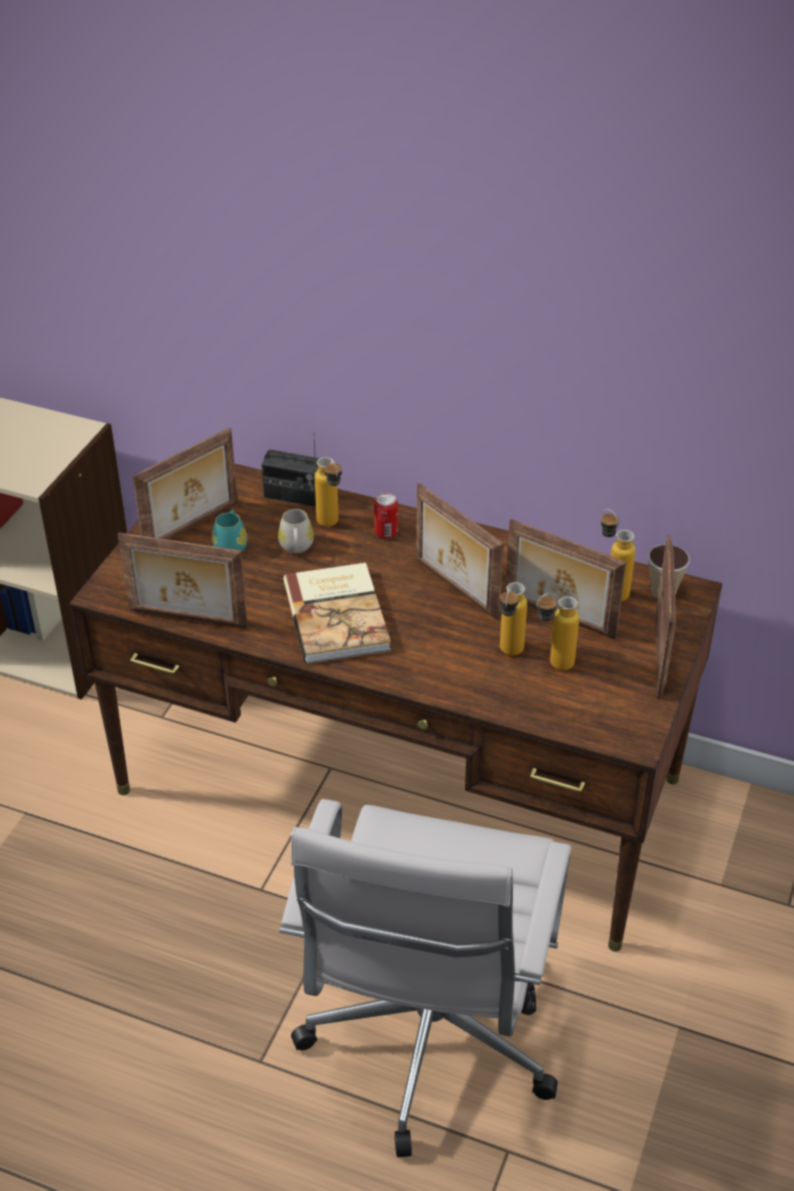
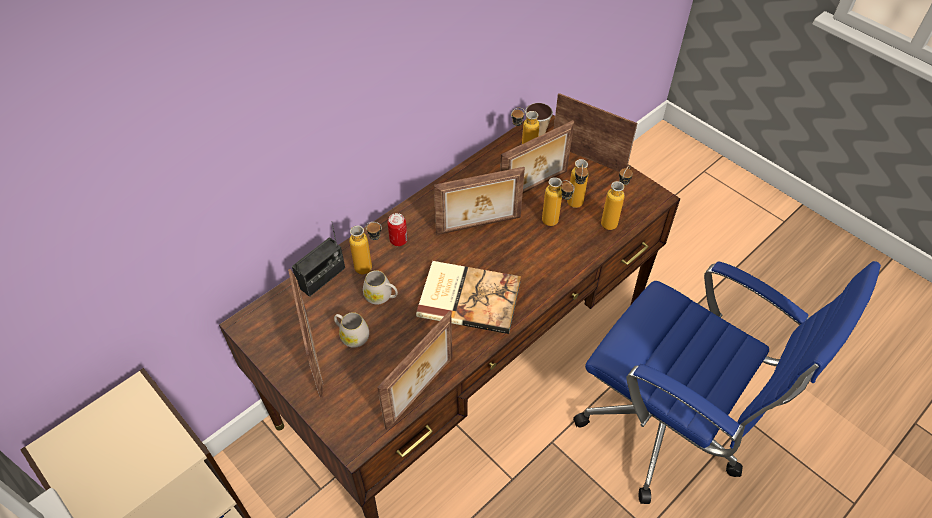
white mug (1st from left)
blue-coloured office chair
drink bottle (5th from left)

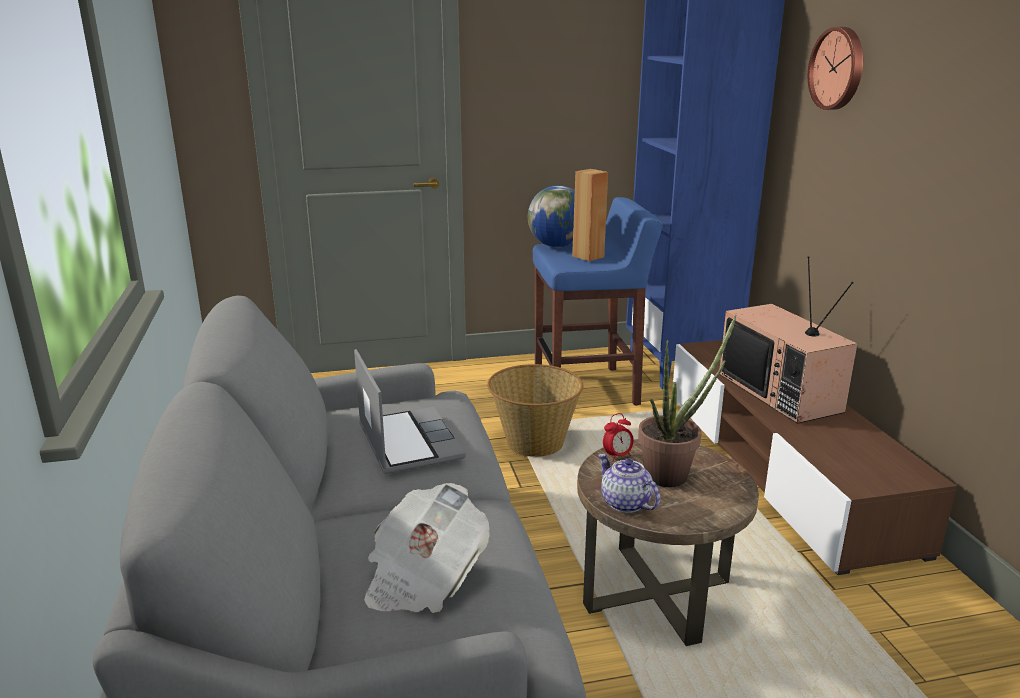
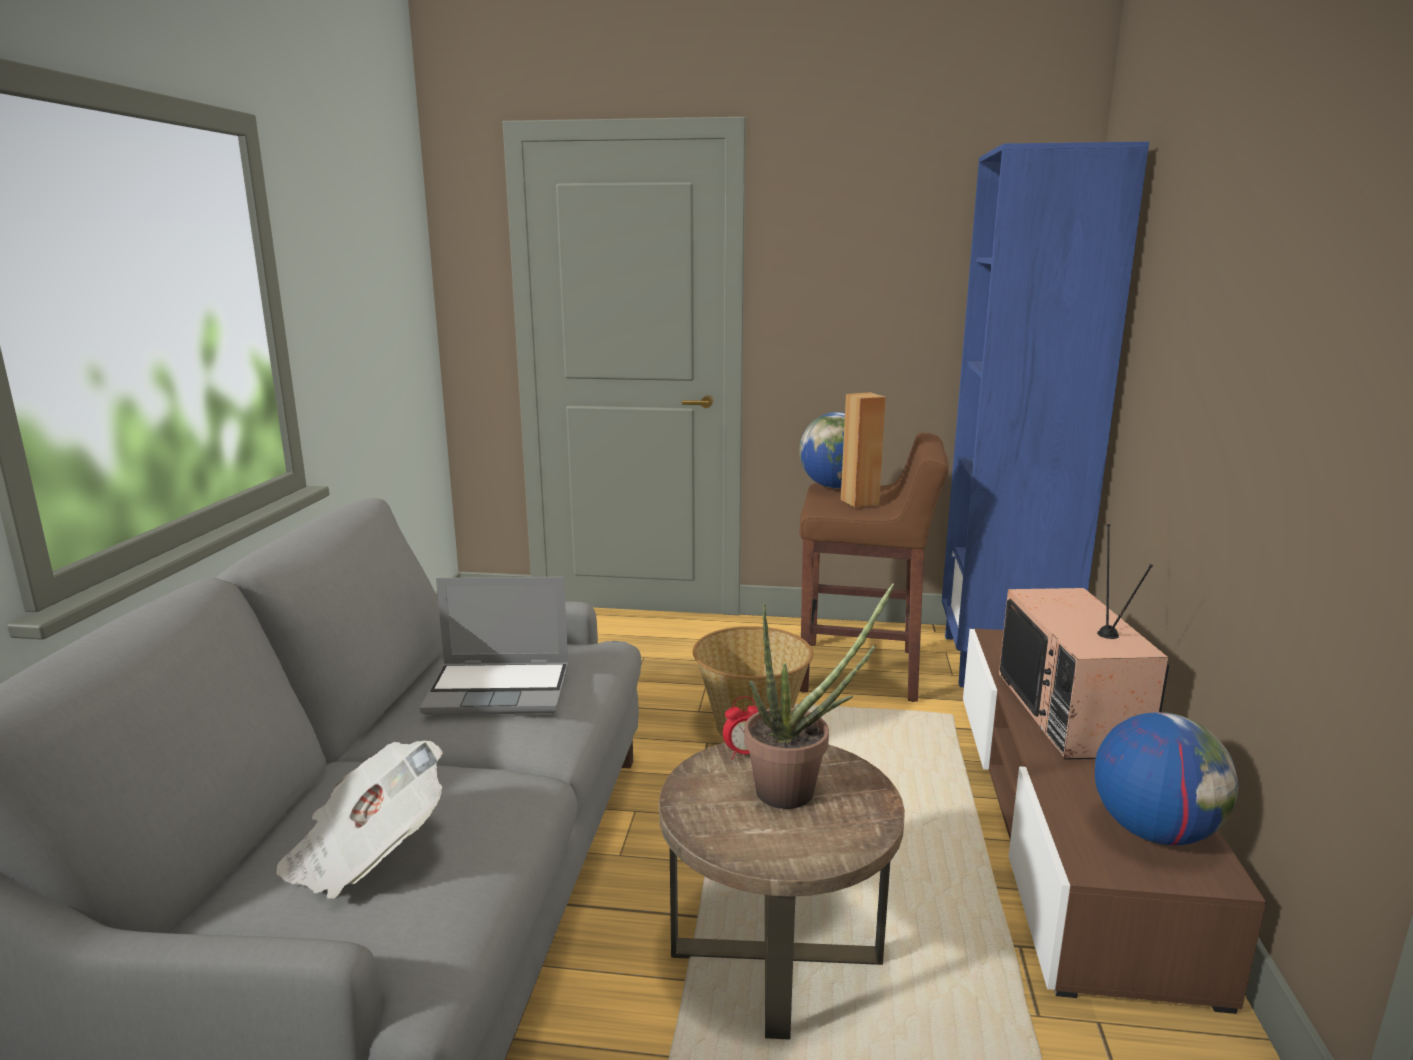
portable computer
brown stool seat
desk globe (2nd from left)
tea pot
wall clock

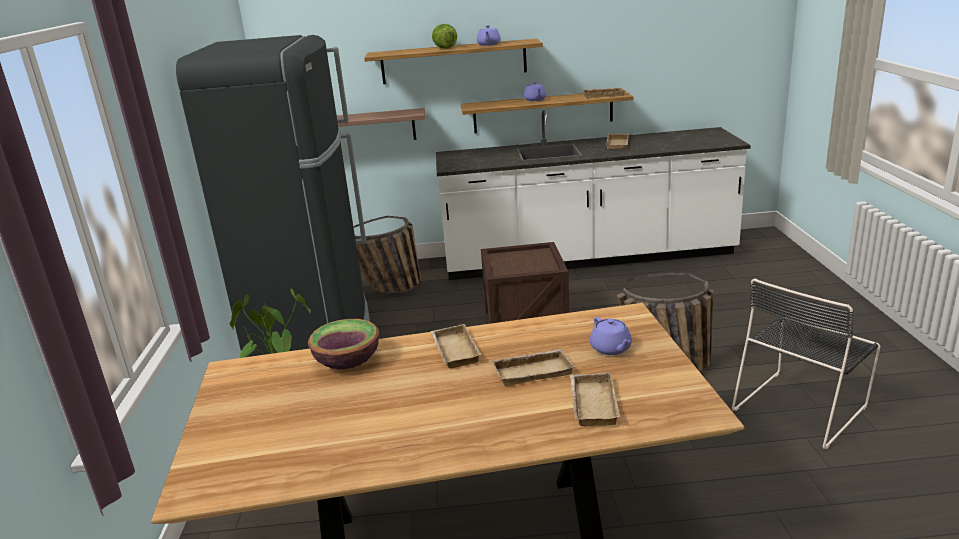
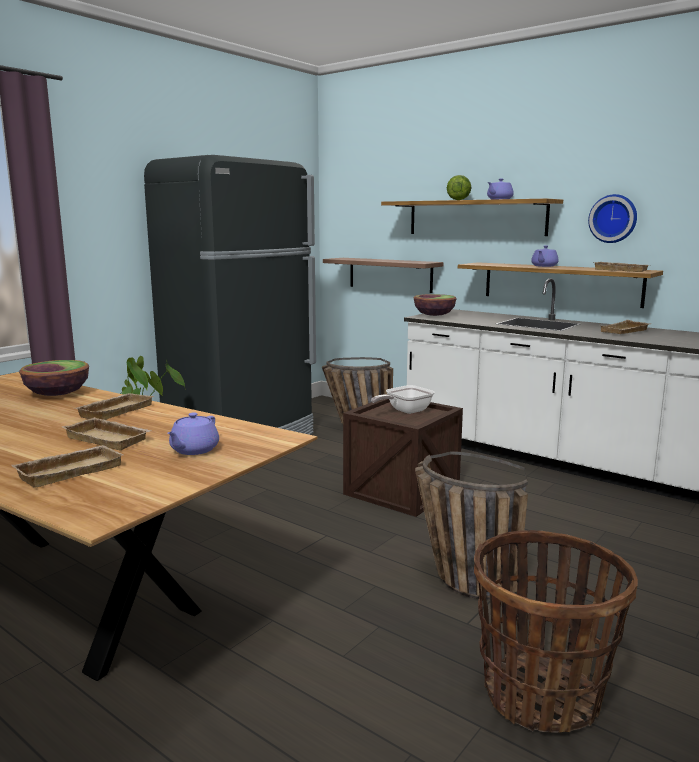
frying pan
deep dish (2nd from left)
household basket (3rd from left)
wall clock

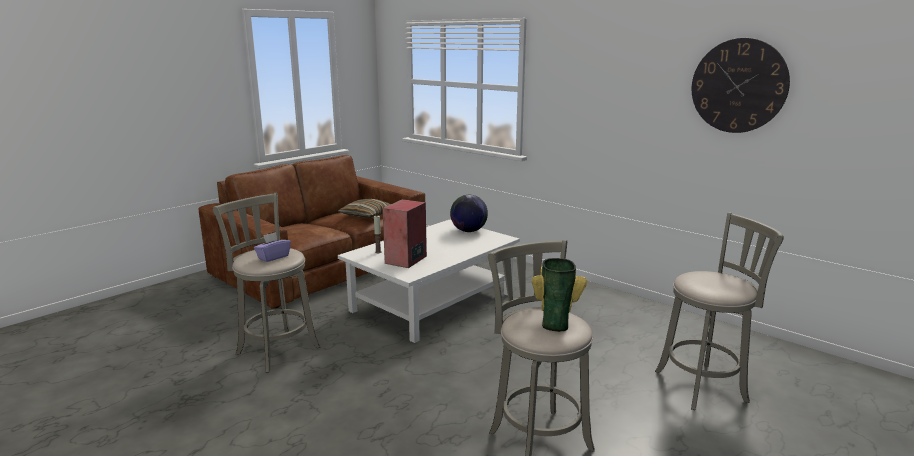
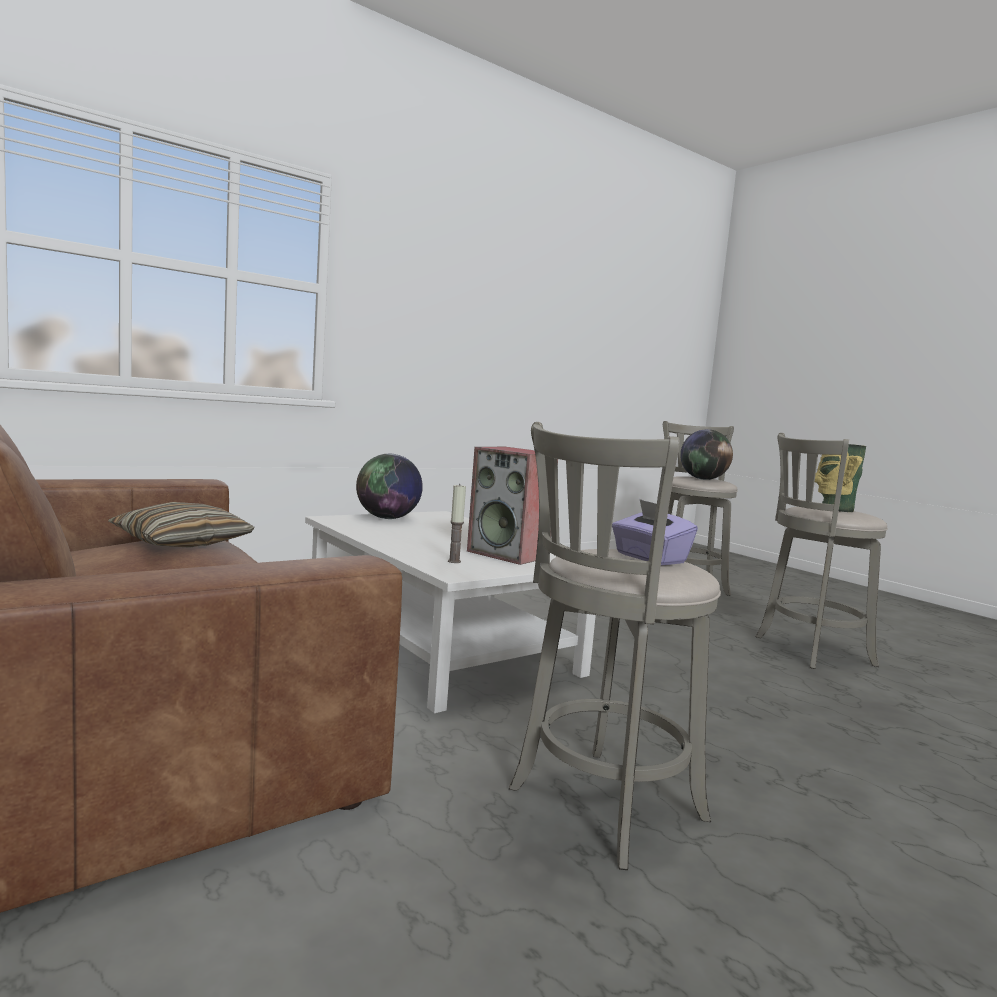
desk globe (2nd from left)
wall clock

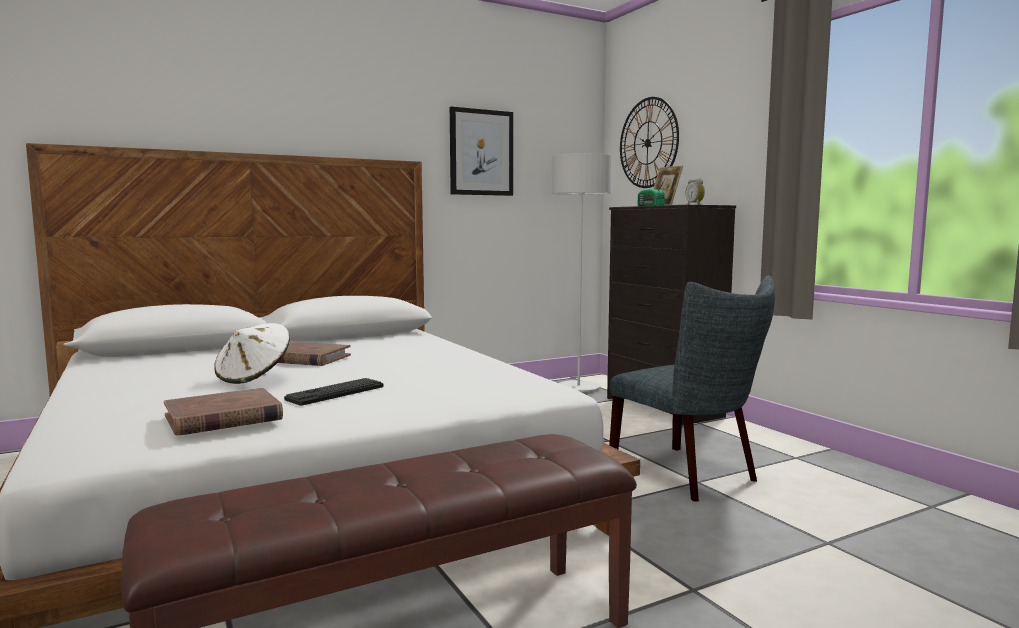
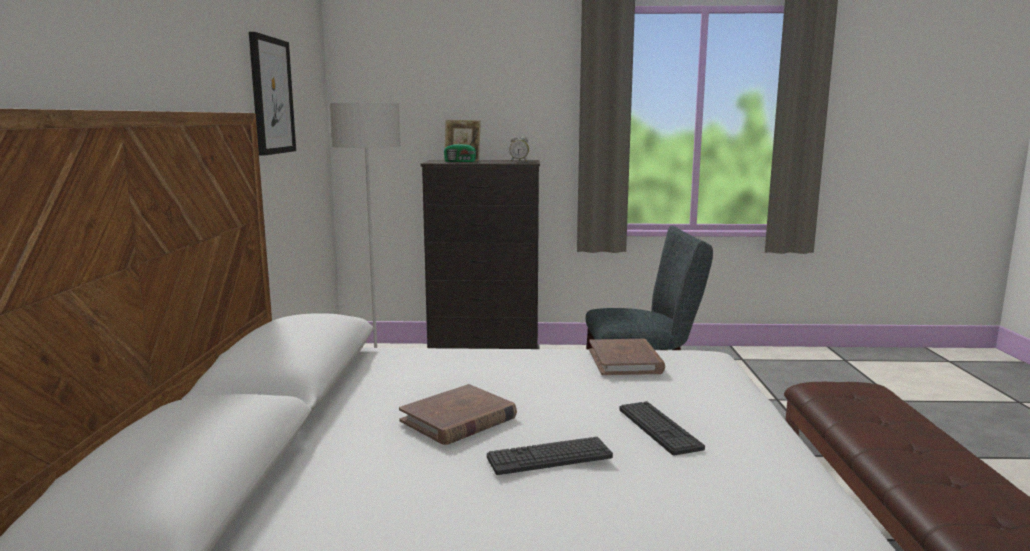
PC keyboard (1st from left)
brown volume (2nd from left)
wall clock

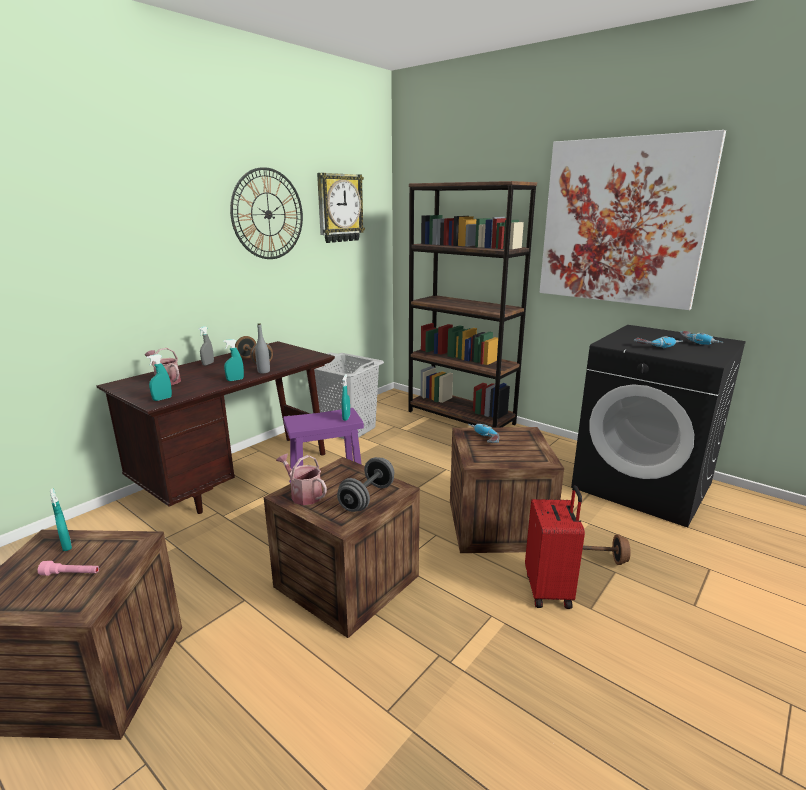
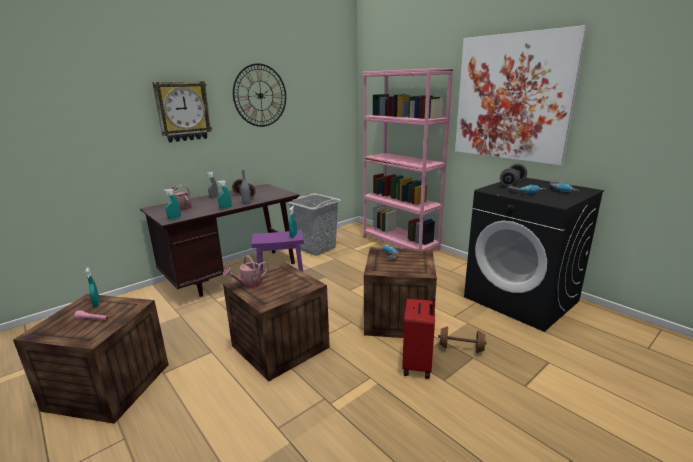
wall clock (1st from left)
watering pot (2nd from left)
pinkish shelving unit
gray dumbbell

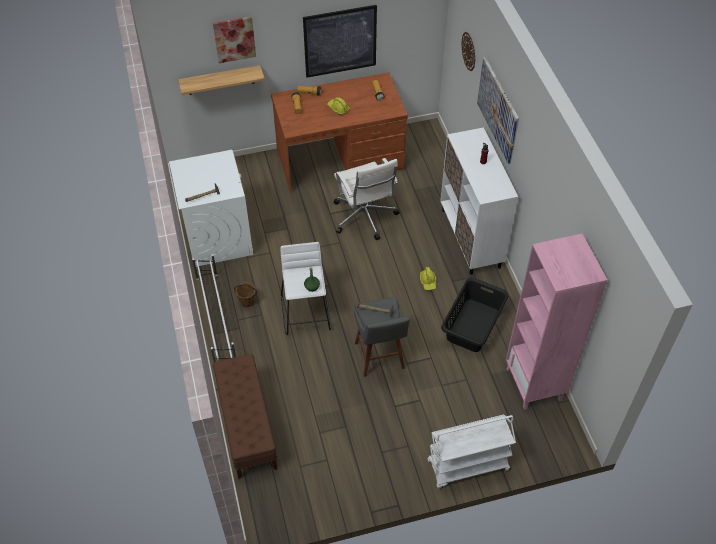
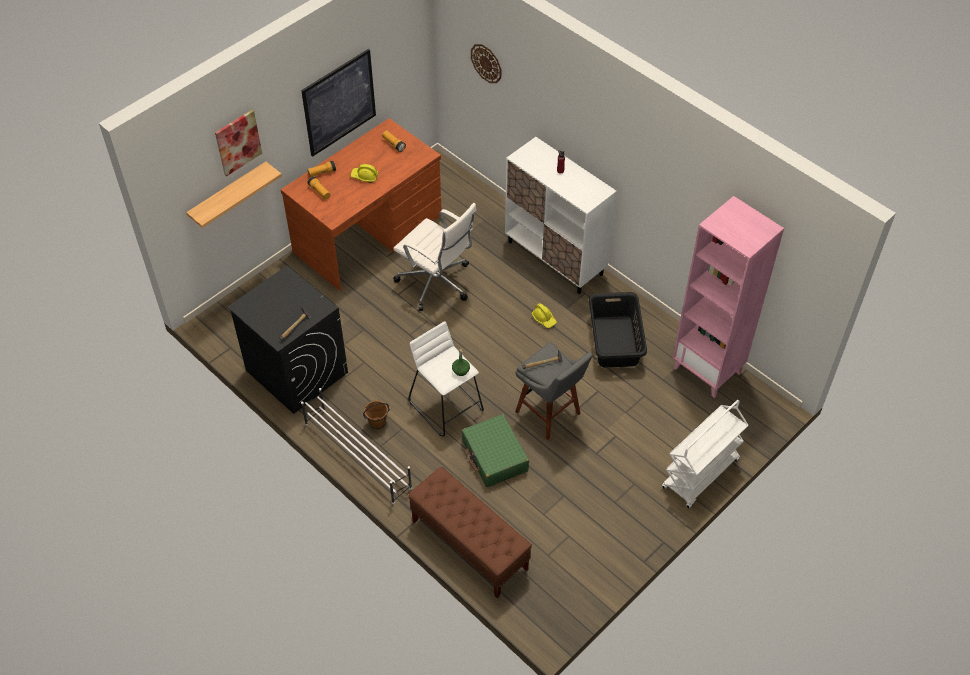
blackish laundry machine
green-coloured piece of luggage
wall art (3rd from left in the first image)

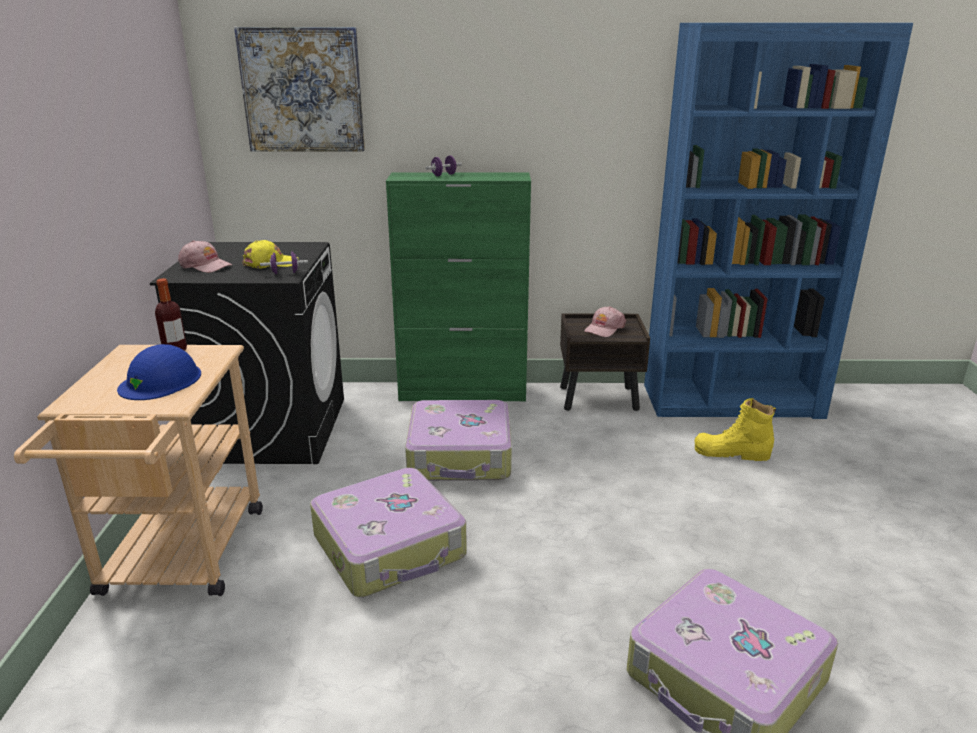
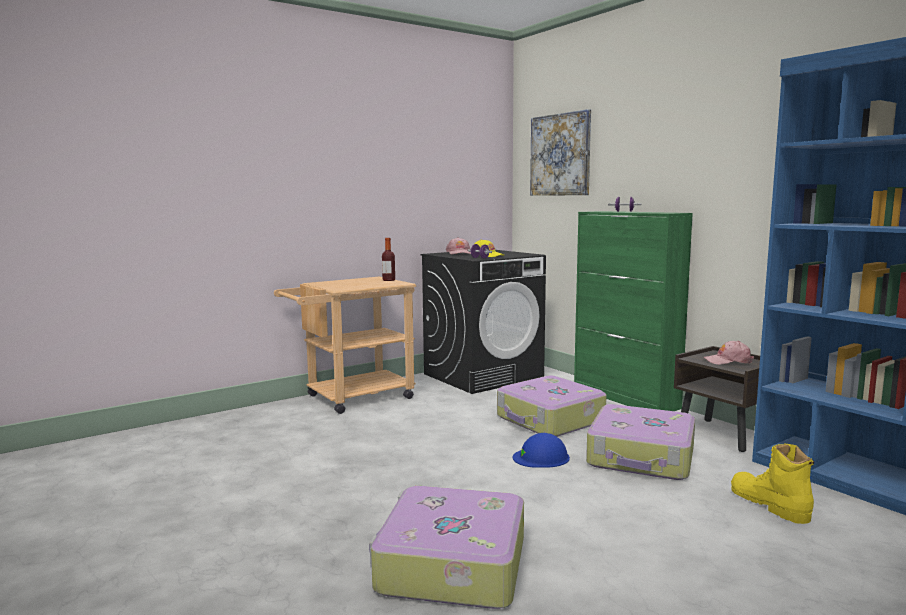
blue-coloured safety helmet
piece of luggage (3rd from left)

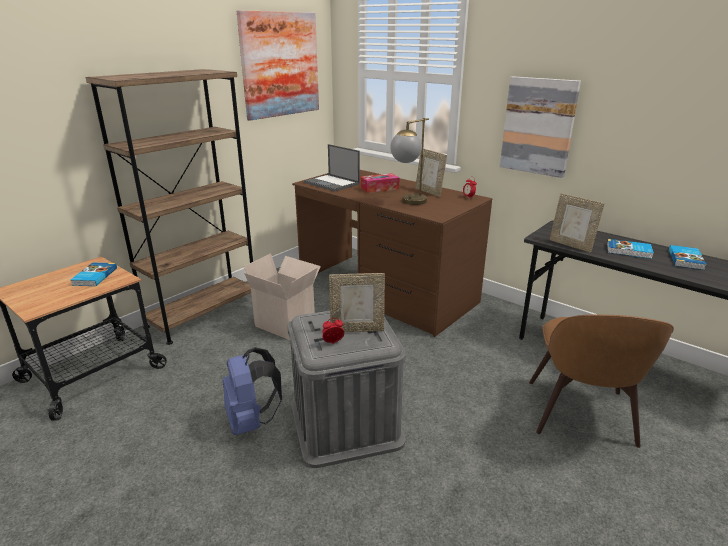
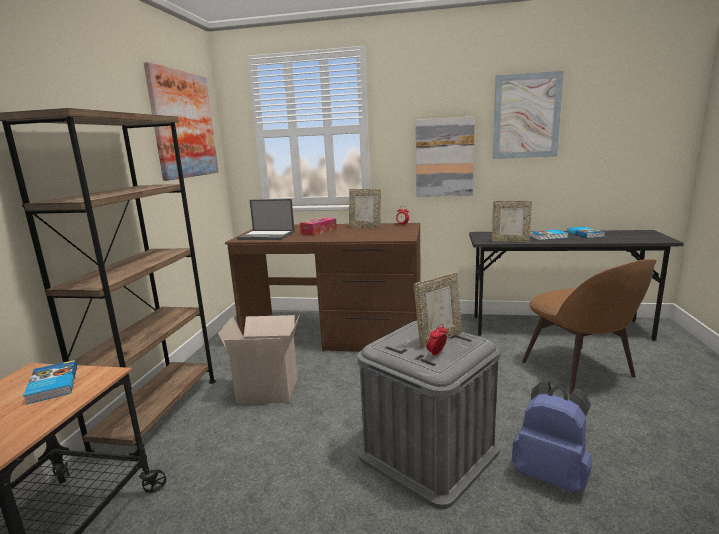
wall art (3rd from left)
blue-coloured knapsack
tabletop lamp

